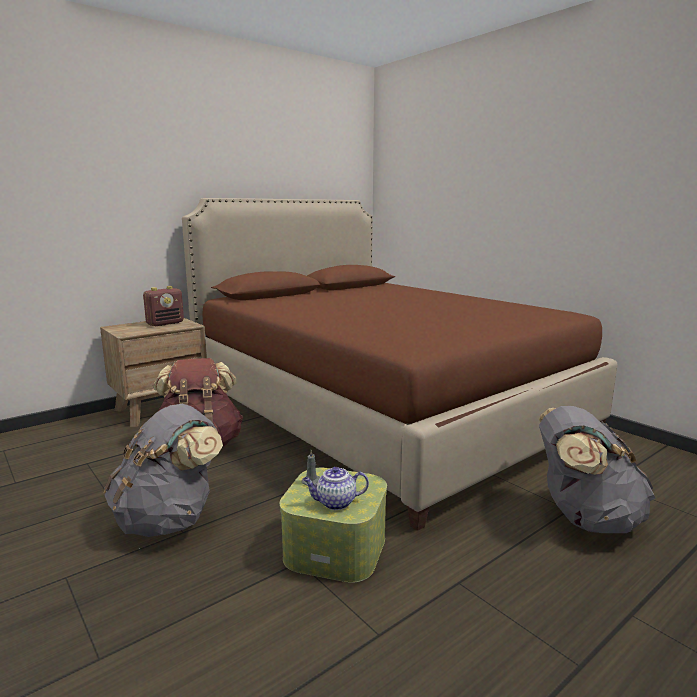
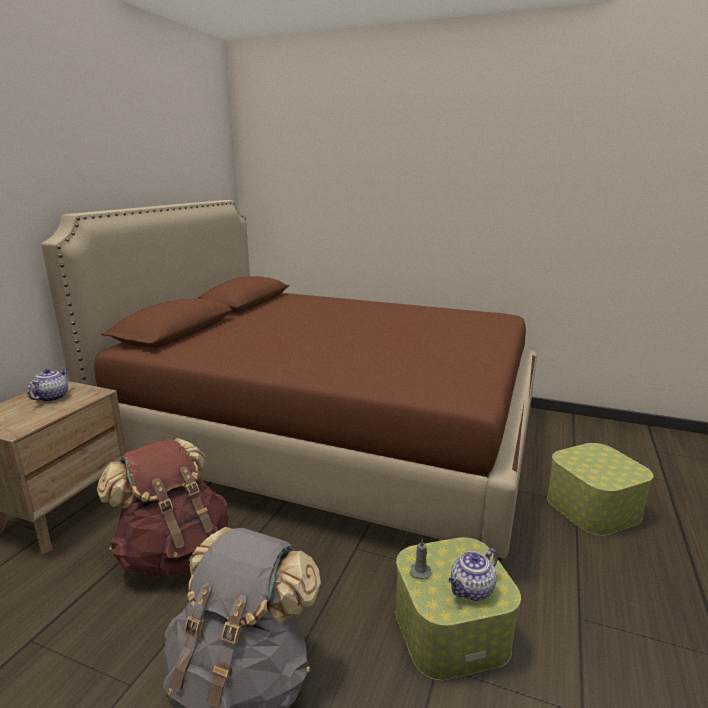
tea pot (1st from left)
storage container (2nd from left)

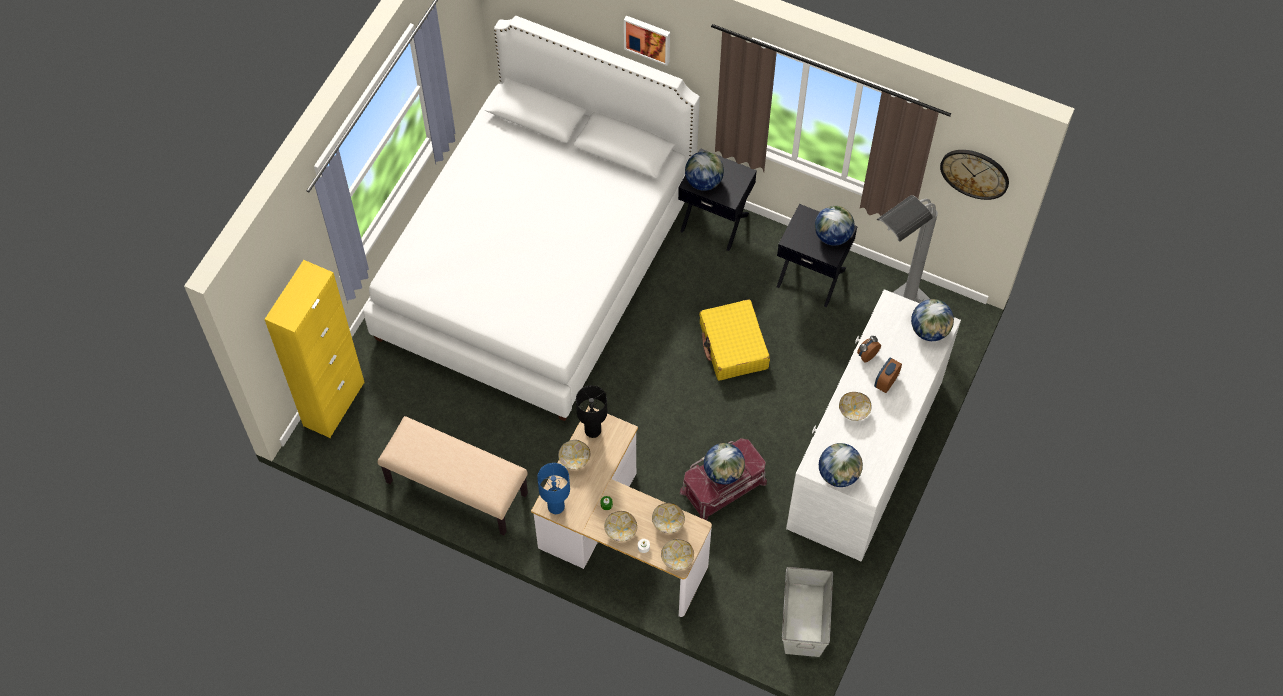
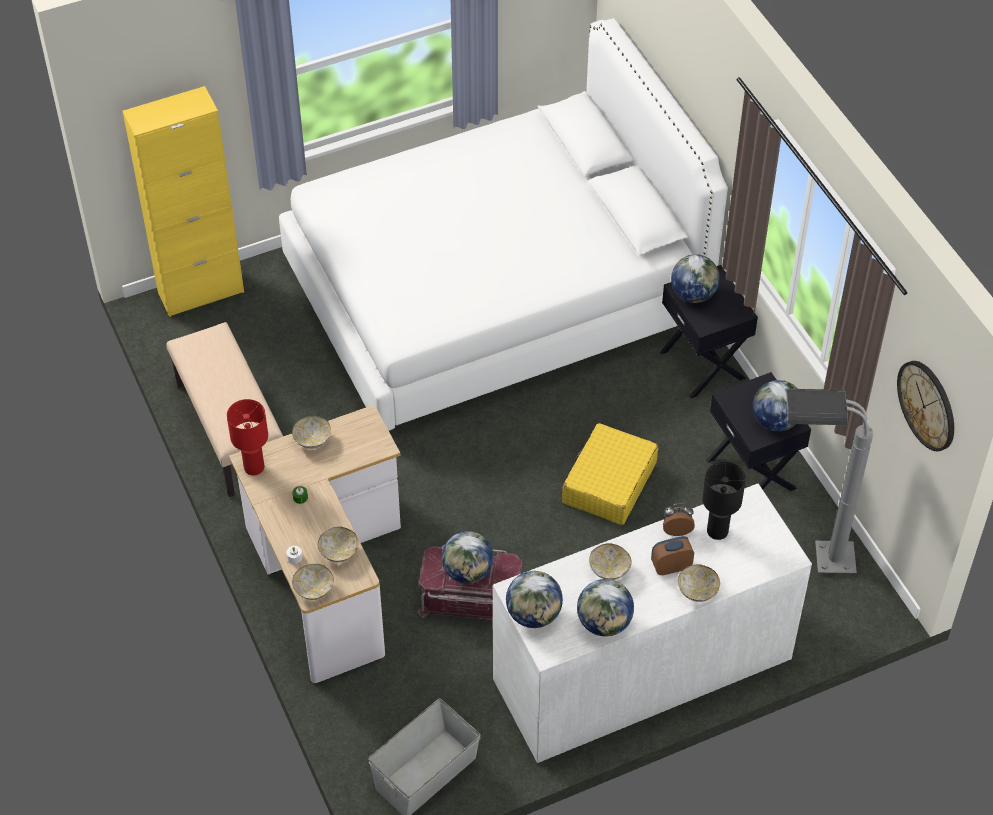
red-coloured tabletop lamp
desk globe (3rd from left)
deep dish (5th from left)
blackish tabletop lamp
wall art

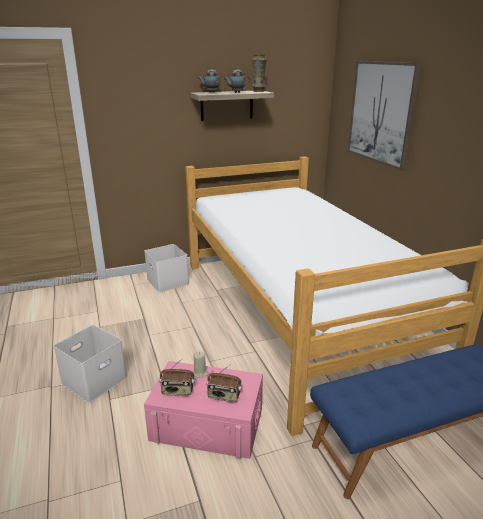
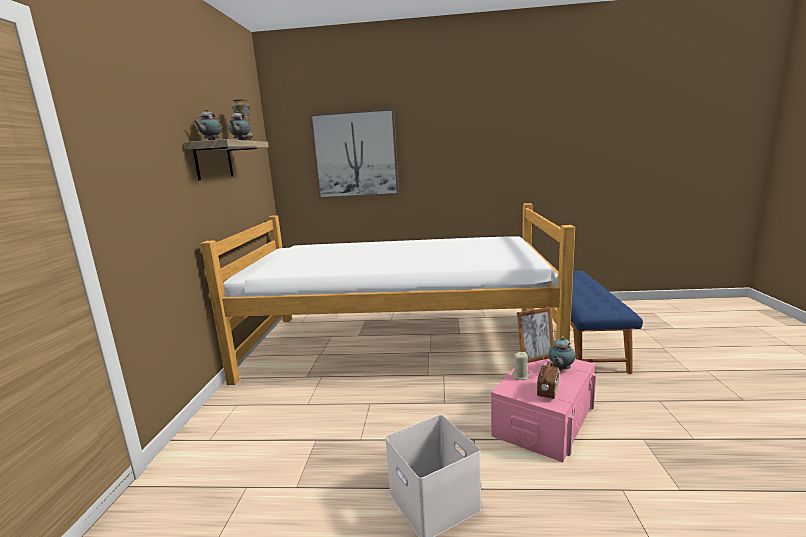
standing frame
tea pot (3rd from left)
white storage container (2nd from left in the first image)

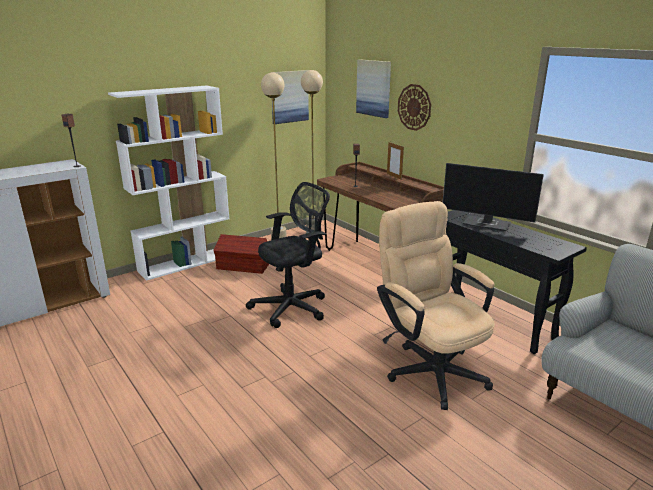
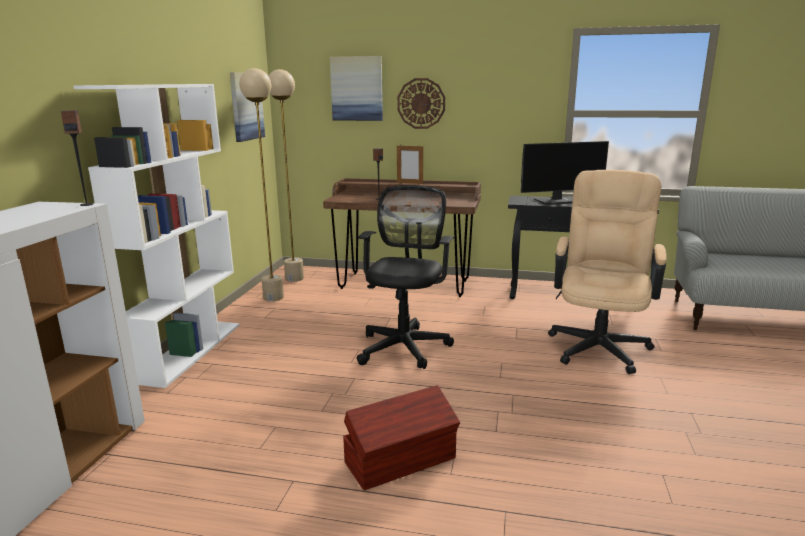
brown storage container
beige office chair

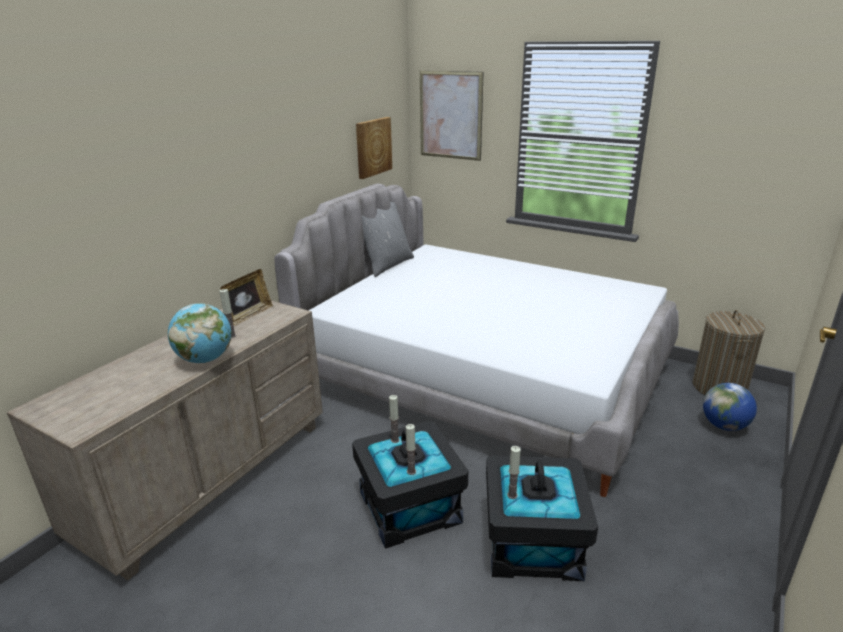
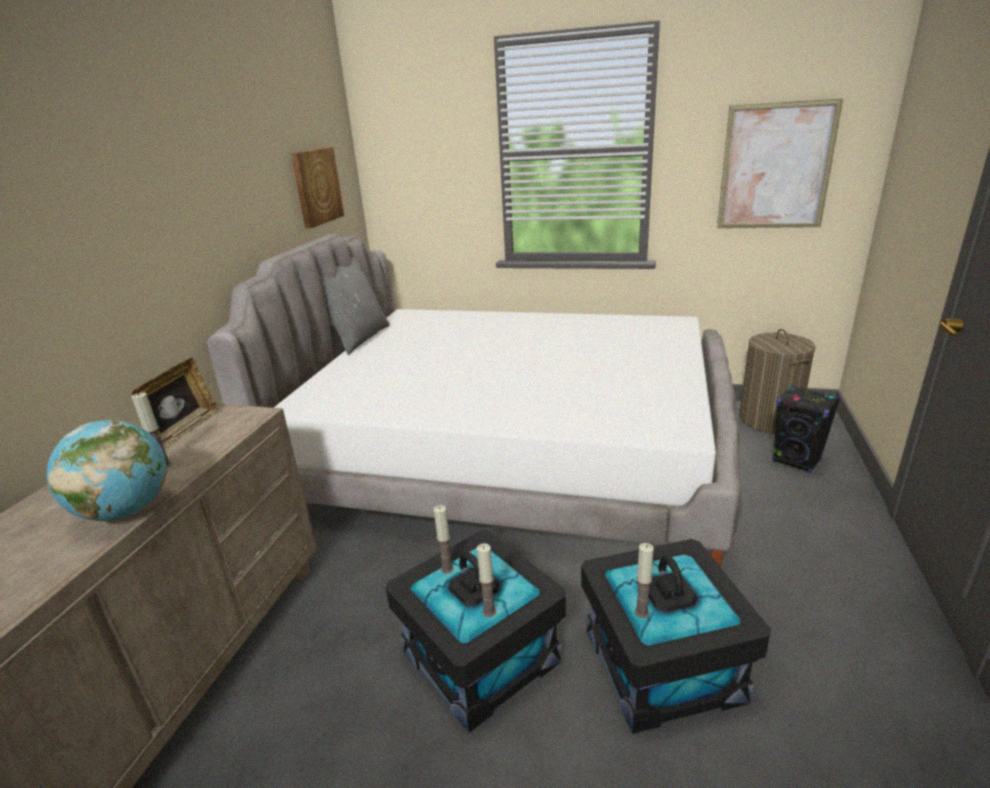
wall art (2nd from left)
blackish loudspeaker

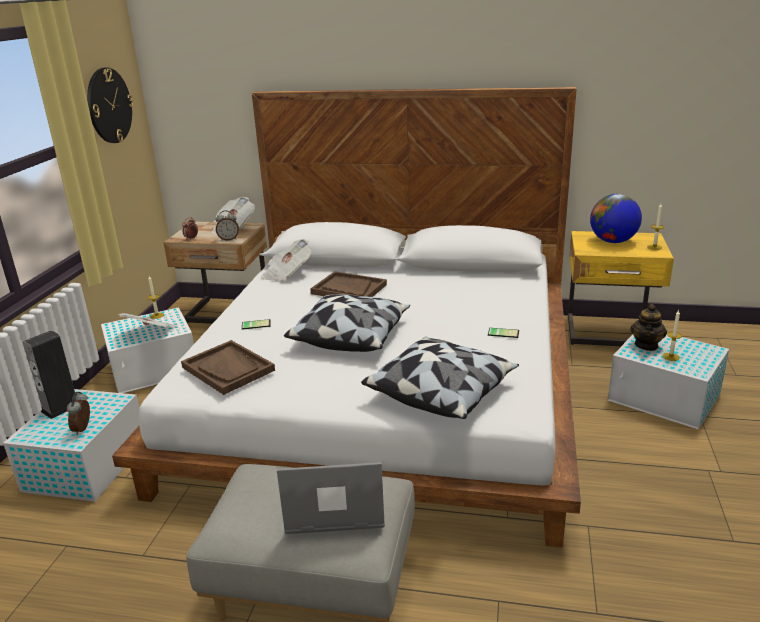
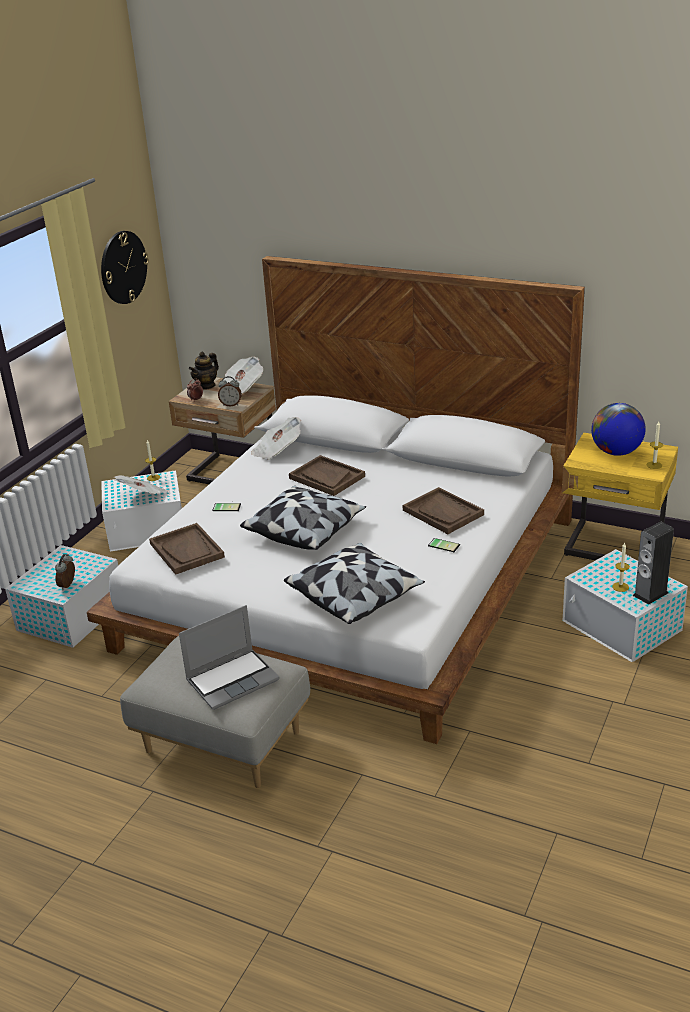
portable computer
tea pot
brown carrying tray (3rd from left)
loudspeaker

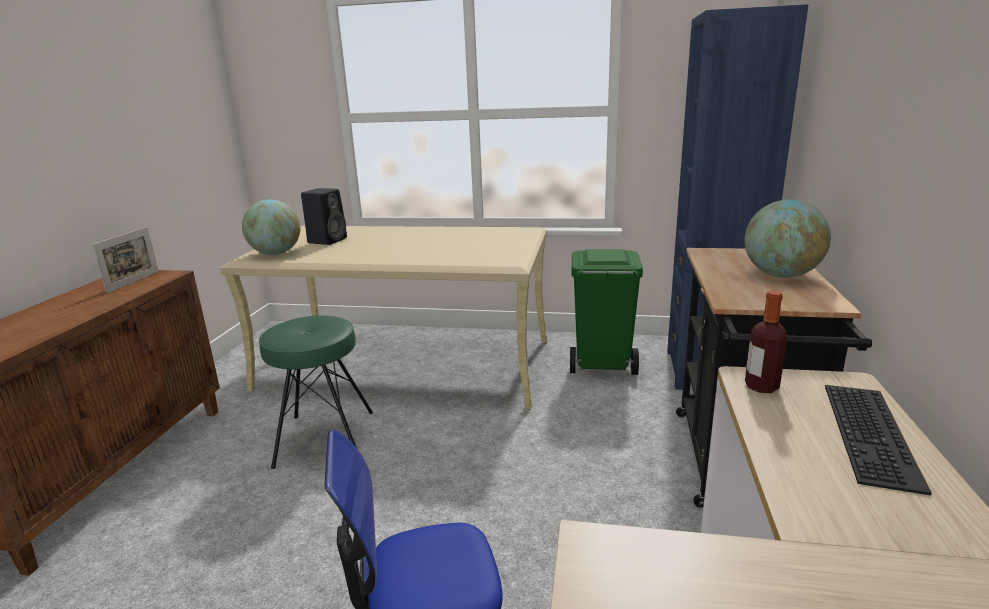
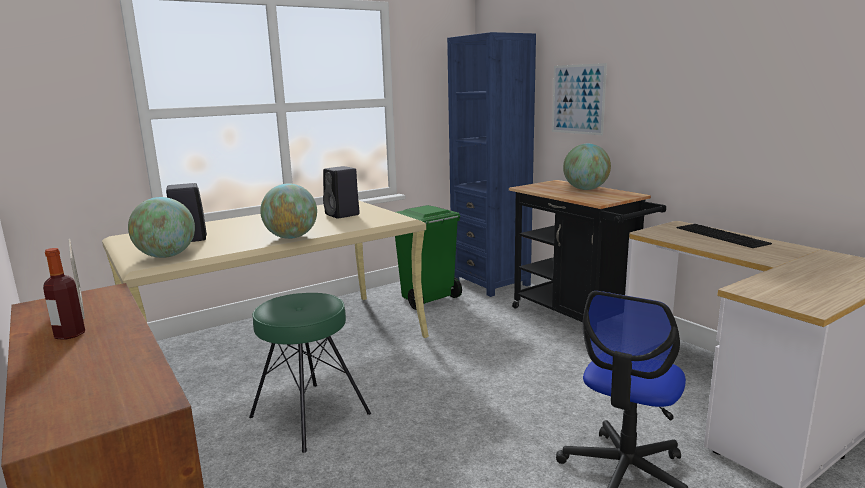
drink bottle
desk globe (2nd from left)
blackish loudspeaker (2nd from left)
wall art

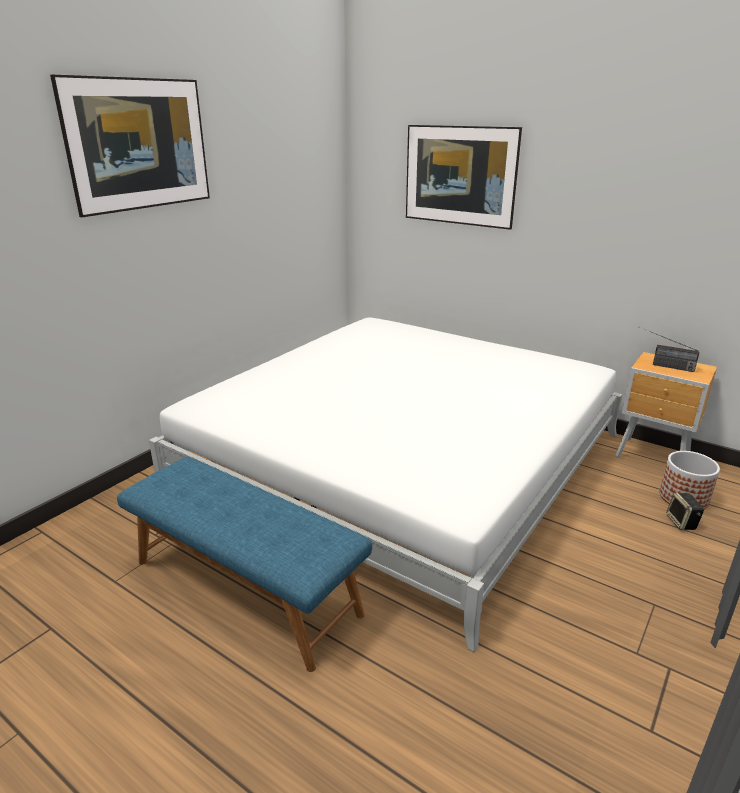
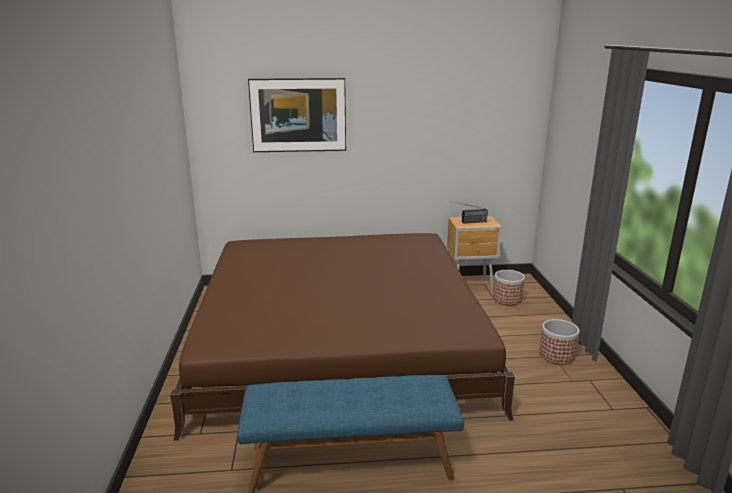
brown sleeping bed
planter (2nd from left)
wall art (1st from left in the first image)
loudspeaker

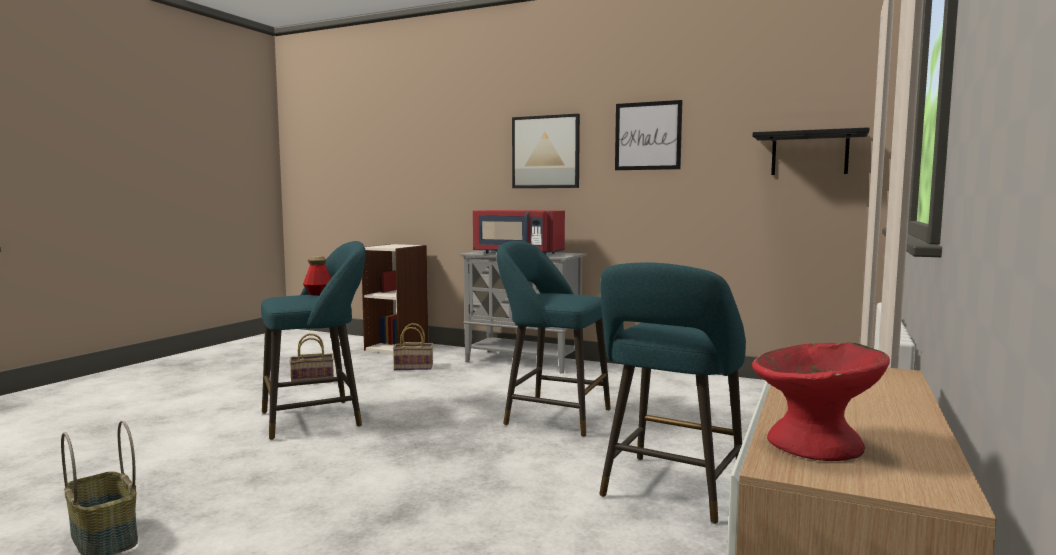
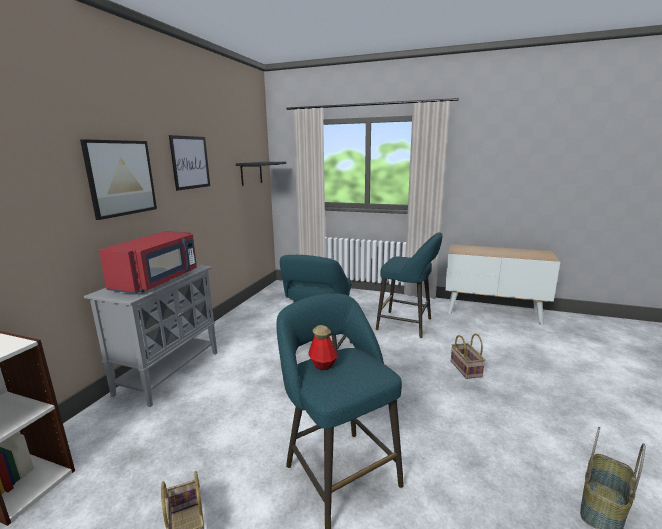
household basket (2nd from left)
red-coloured deep dish

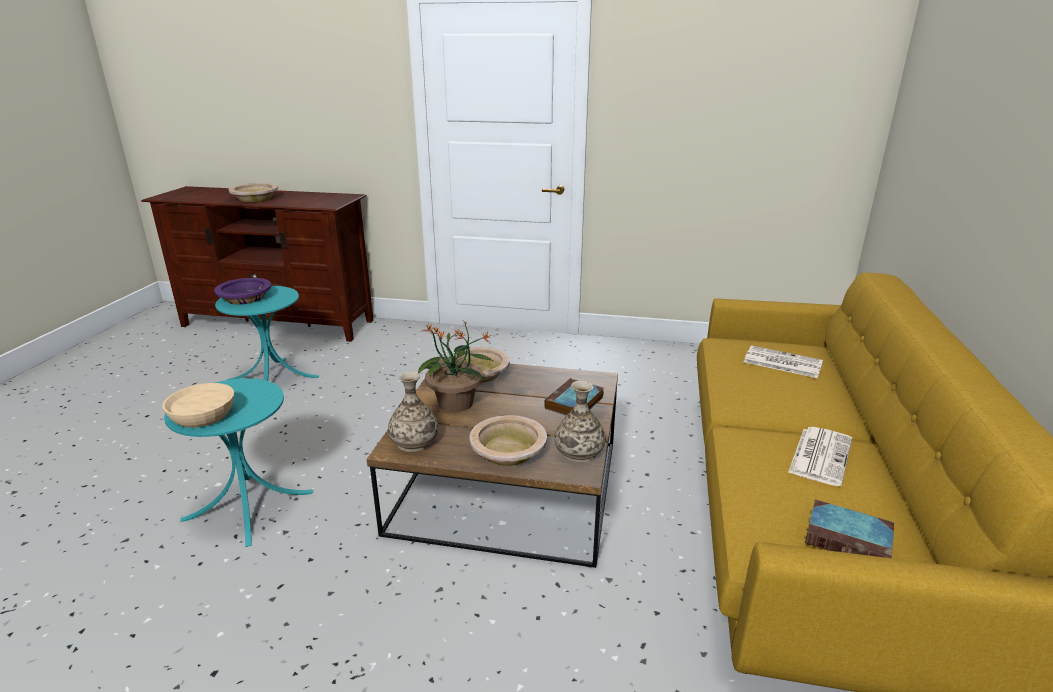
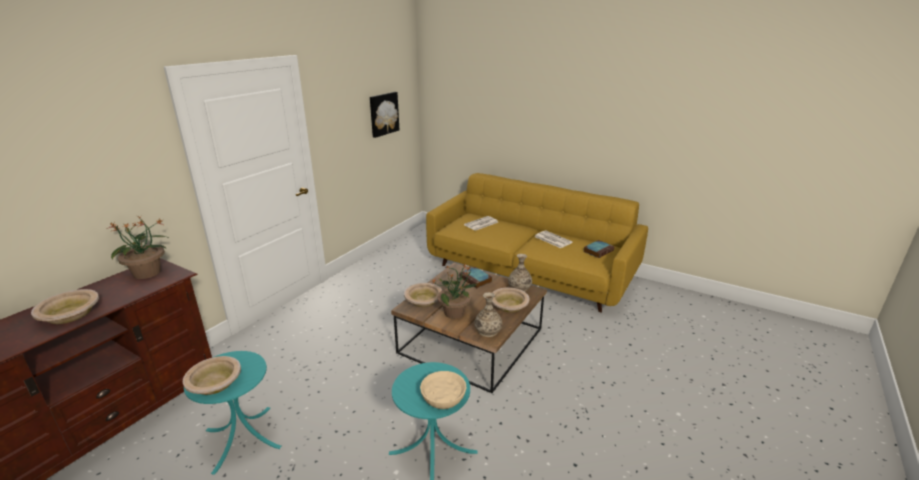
potted plant (1st from left)
beige deep dish (2nd from left)
wall art

